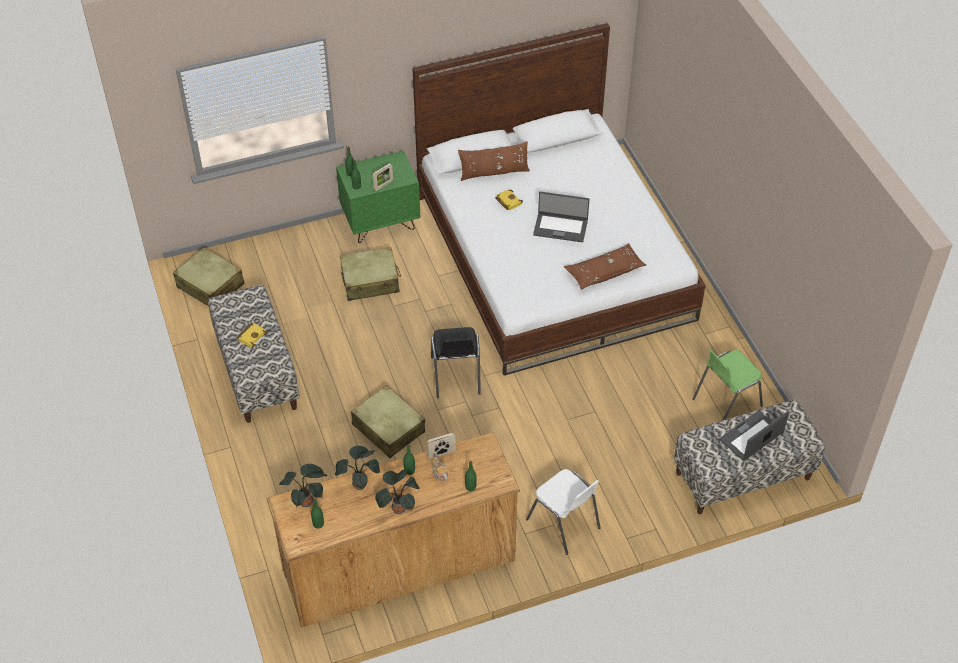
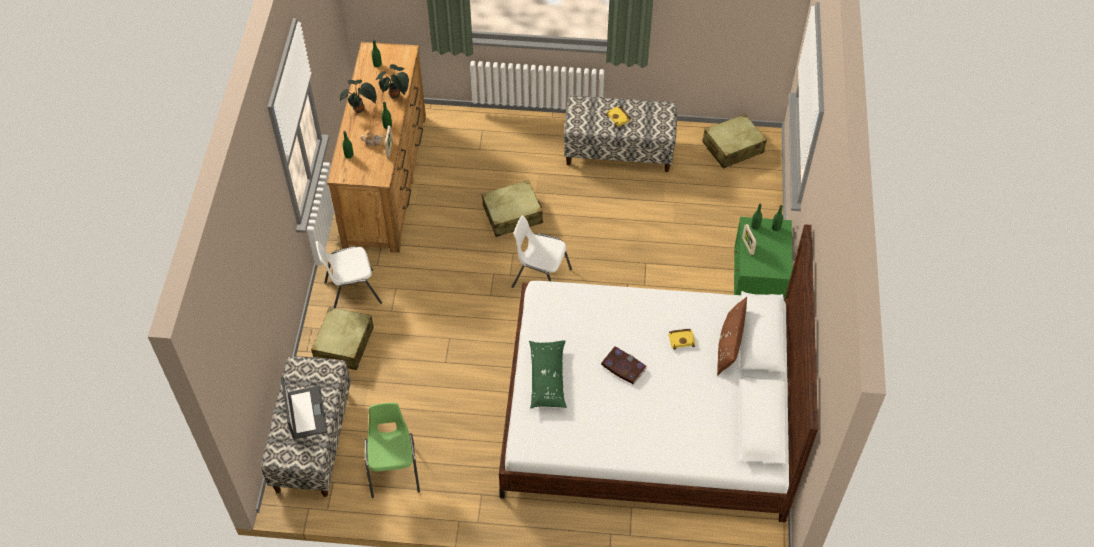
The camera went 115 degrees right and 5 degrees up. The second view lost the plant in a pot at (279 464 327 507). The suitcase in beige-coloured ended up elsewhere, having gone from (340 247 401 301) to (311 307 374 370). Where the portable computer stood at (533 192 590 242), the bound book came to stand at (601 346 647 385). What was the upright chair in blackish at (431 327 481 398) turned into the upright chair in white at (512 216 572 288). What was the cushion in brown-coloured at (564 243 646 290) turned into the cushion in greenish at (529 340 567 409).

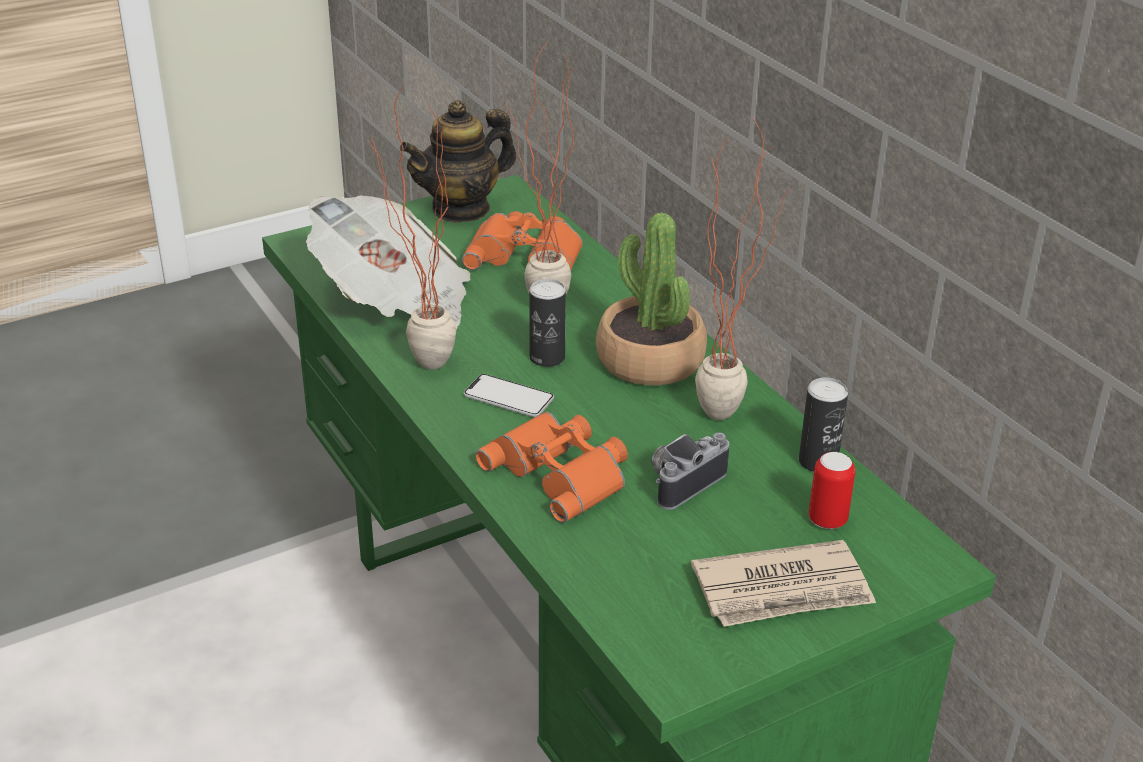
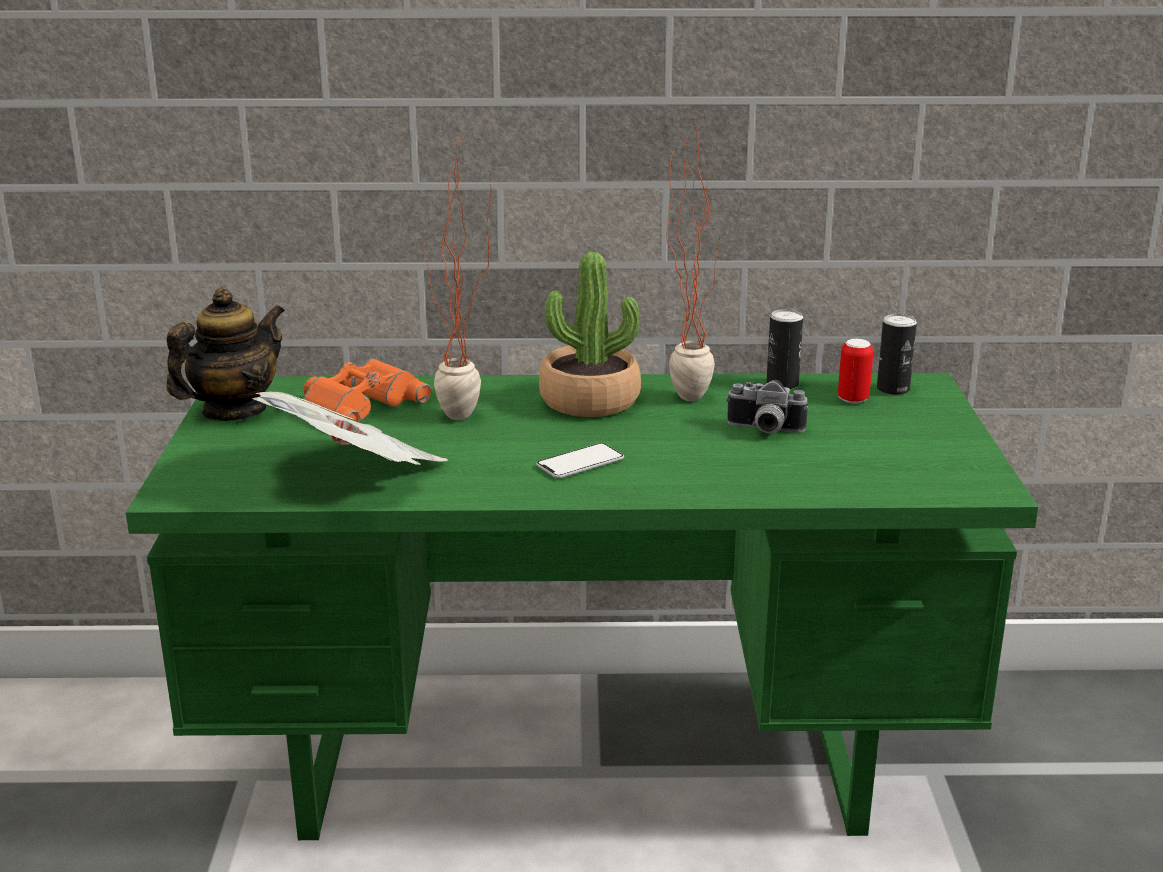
The camera went 60 degrees left and 10 degrees down. The second view lost the plant in a pot at (368 86 456 370). The second view lost the binoculars in orange at (475 412 628 523). The second view lost the daily paper at (691 540 876 627). The can ended up elsewhere, having gone from (529 279 566 367) to (877 314 917 395). The tea pot at (400 100 516 223) ended up facing another way, 135 degrees counterclockwise from before. The photo camera at (652 432 729 510) ended up facing another way, 60 degrees counterclockwise from before.

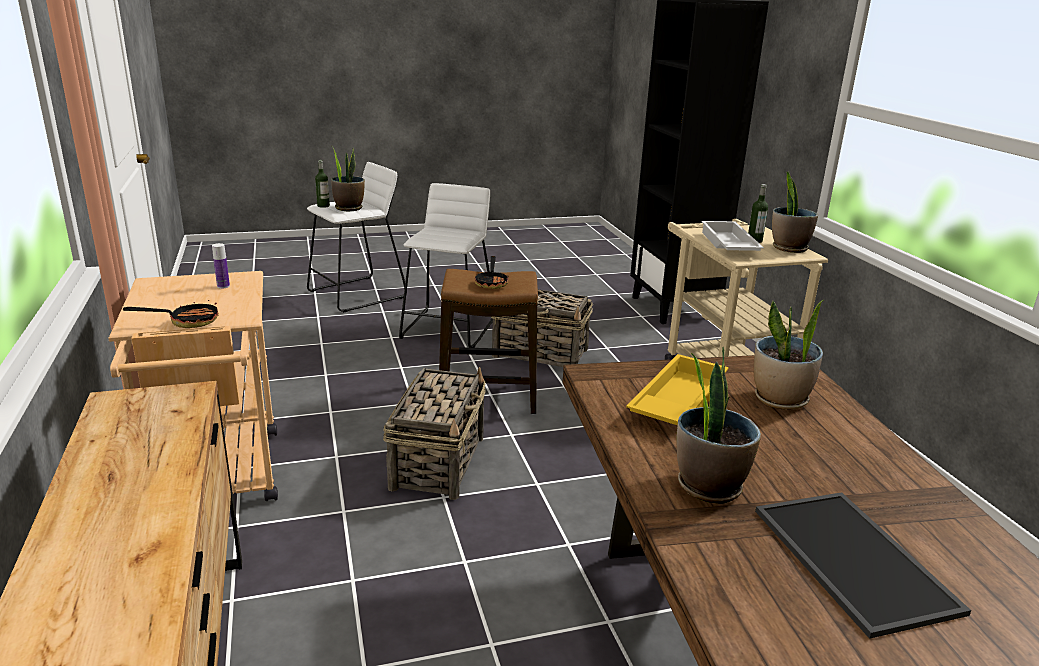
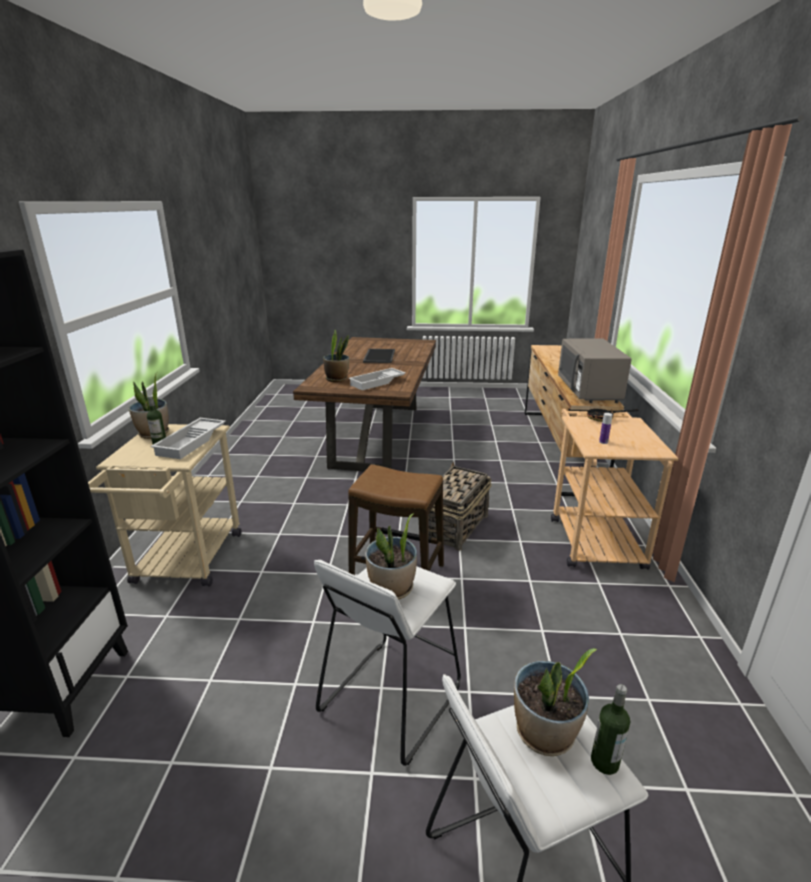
The camera went 160 degrees left and 0 degrees up. The second view lost the frying pan at (475 256 509 289). The second view lost the household basket at (491 289 593 367). The second view gained the microwave oven in grey at (558 339 632 403). The plant in a pot ended up elsewhere, having gone from (676 347 761 504) to (365 514 417 599). What was the carrying tray in yellowish at (626 354 729 425) turned into the carrying tray in white at (348 368 405 390).

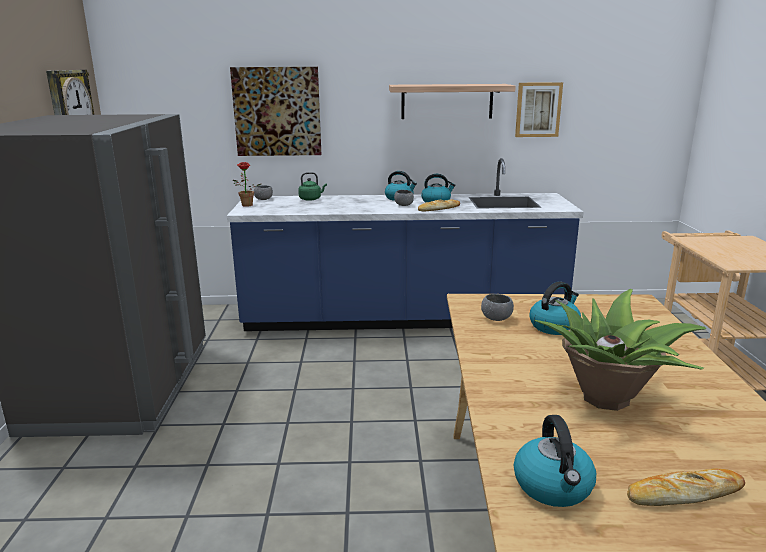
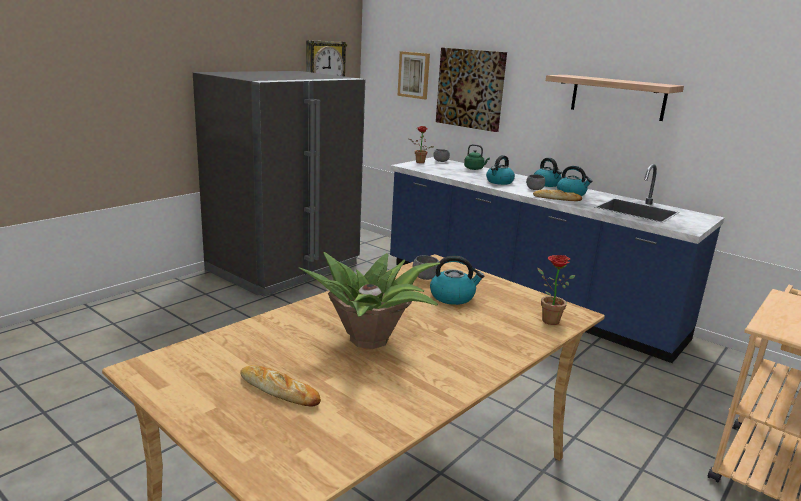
The camera went 40 degrees right and 0 degrees up. The second view gained the plant in a pot at (537 255 575 325). The kettle ended up elsewhere, having gone from (514 415 596 507) to (486 155 515 185). The wall art ended up elsewhere, having gone from (515 82 563 137) to (397 51 430 99).

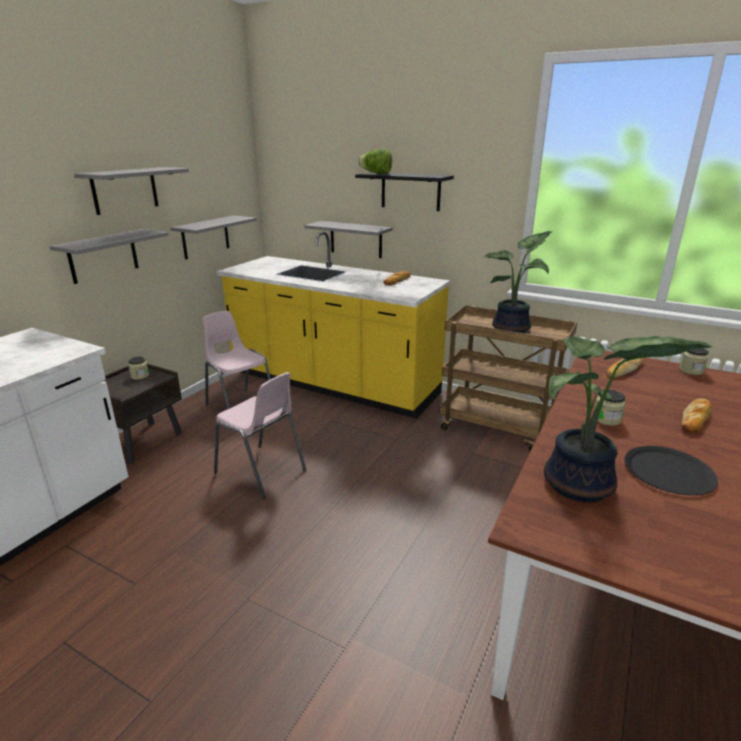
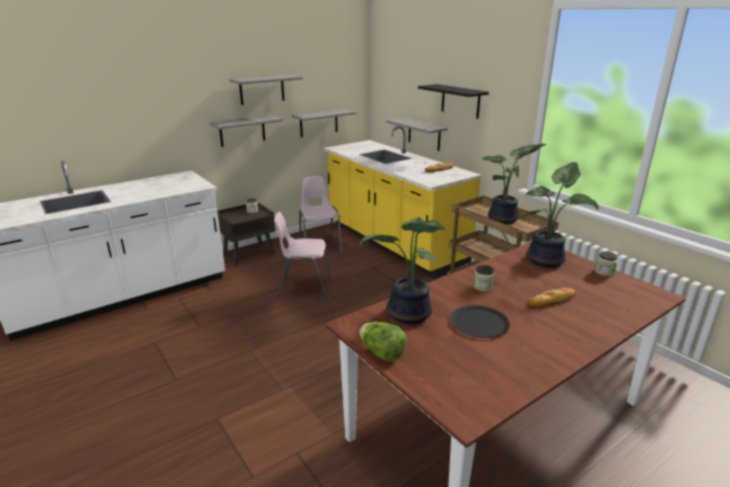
The camera went 25 degrees right and 0 degrees up. The head of lettuce ended up elsewhere, having gone from (358 148 392 174) to (359 322 407 362). Where the baked bread stood at (607 358 644 378), the plant in a pot came to stand at (522 162 599 268). The upright chair in pinkish at (214 372 306 499) ended up facing another way, 120 degrees clockwise from before.

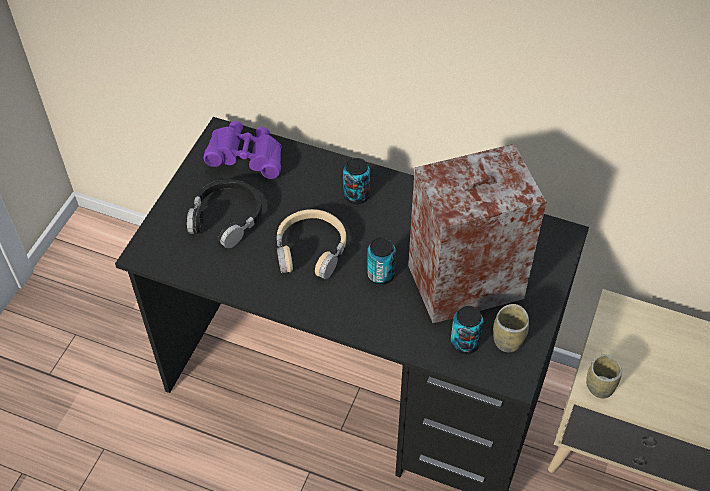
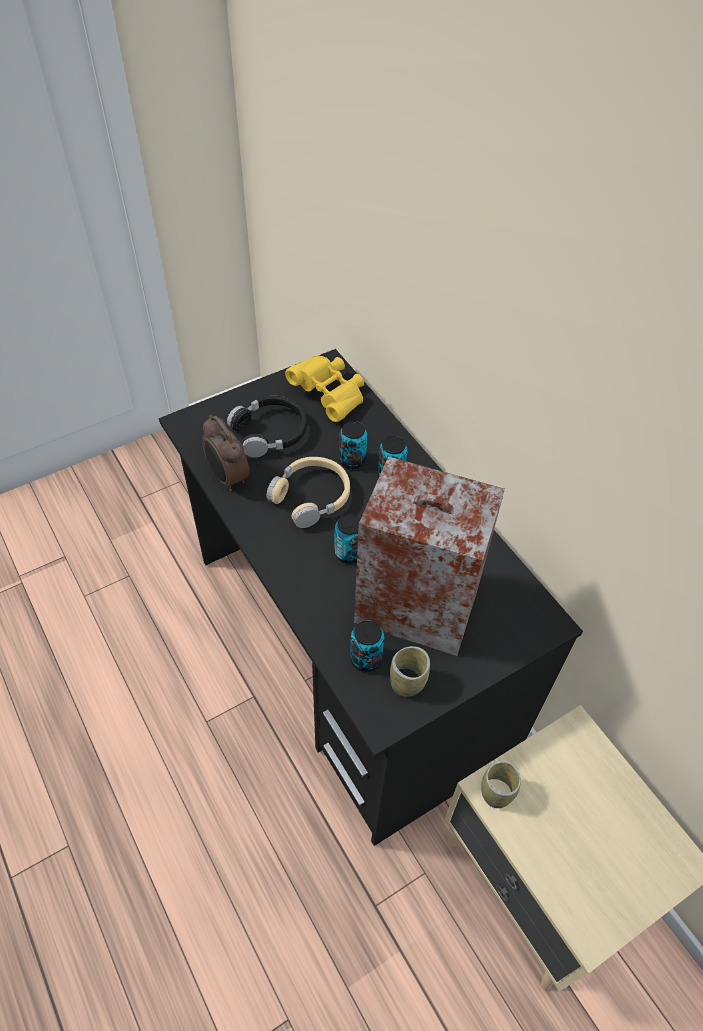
The camera went 35 degrees right and 0 degrees up. The second view gained the alarm clock at (202 415 250 491). The second view gained the can at (339 421 367 469). What was the binoculars in purple-coloured at (204 121 282 179) turned into the binoculars in yellowish at (285 355 364 422).

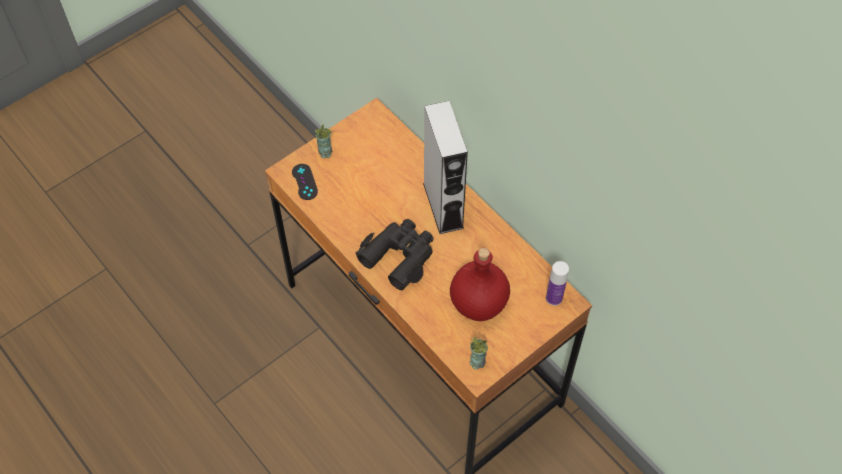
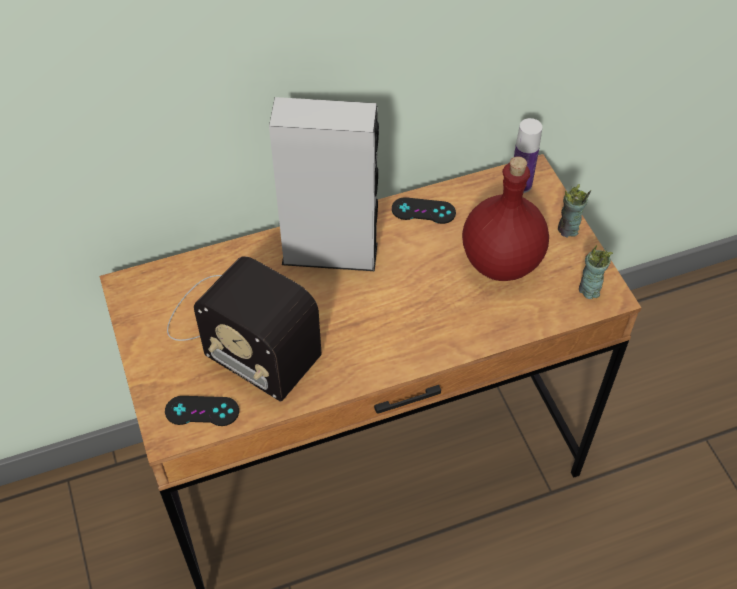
The camera went 70 degrees left and 5 degrees down. The second view lost the binoculars in blackish at (355 219 434 290). The second view gained the radio at (167 256 322 402). The second view gained the joypad in blackish at (392 197 456 224). The small cup ended up elsewhere, having gone from (315 125 333 158) to (558 184 591 237).

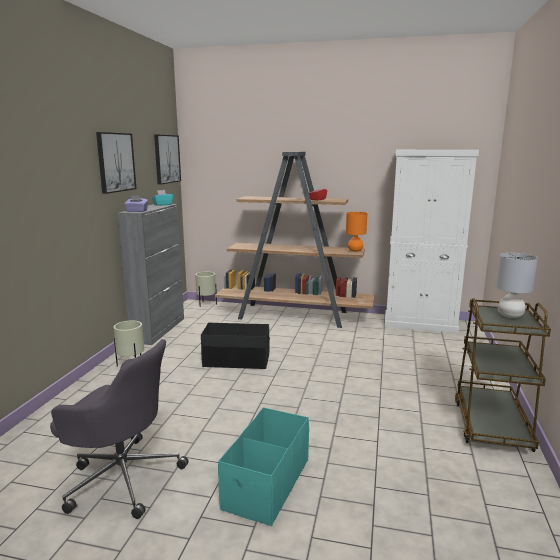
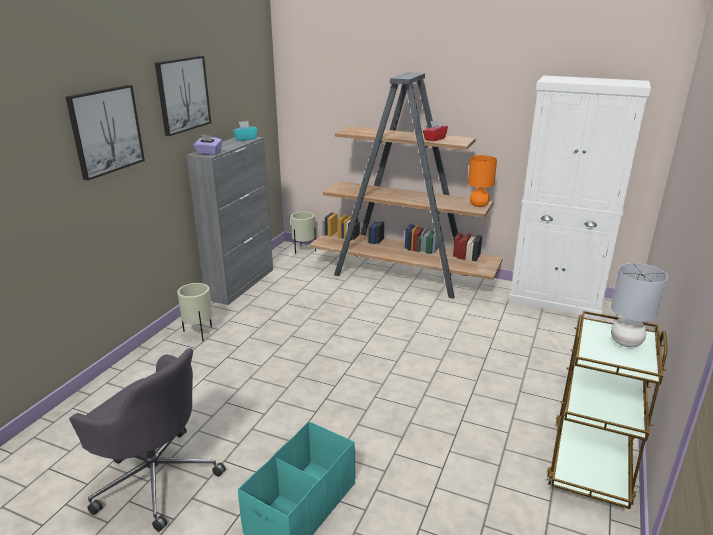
The camera went 10 degrees right and 10 degrees up. The second view lost the storage bin in blackish at (201 323 270 369). The wall art ended up elsewhere, having gone from (154 134 181 185) to (66 85 145 181).

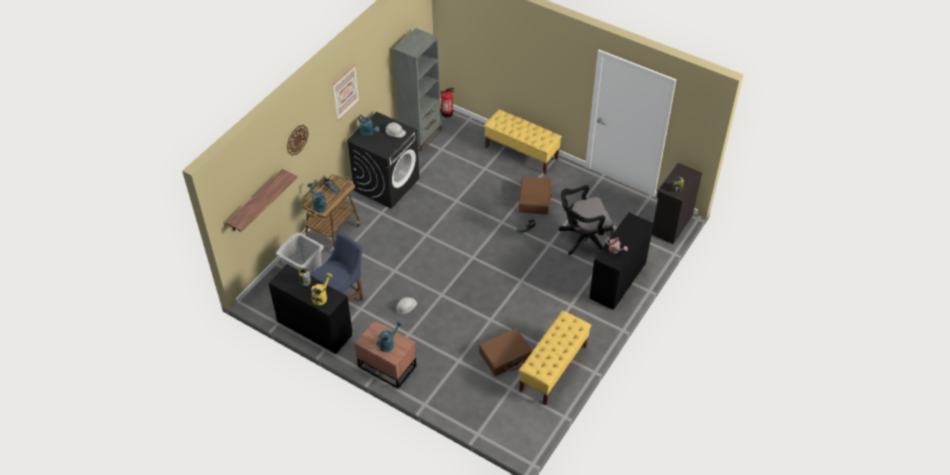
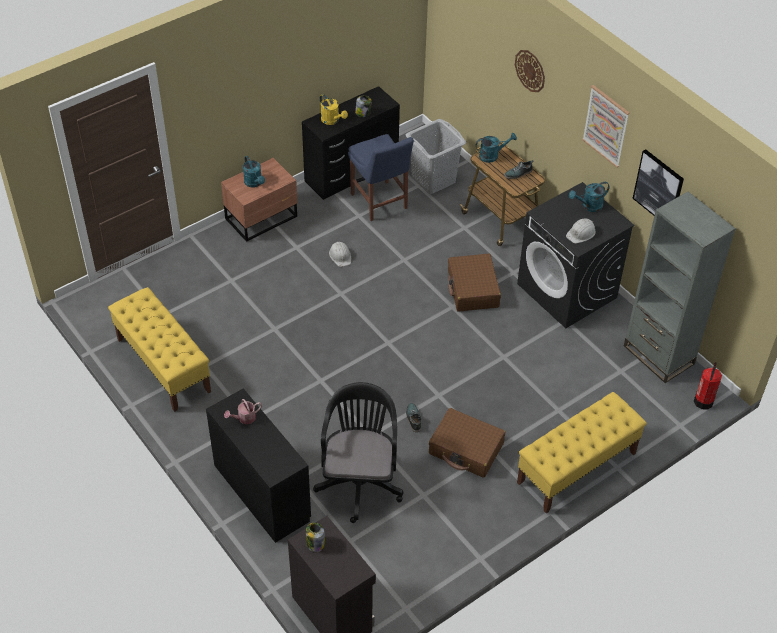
The camera went 110 degrees right and 0 degrees up. The second view lost the bracket shelf at (226 169 298 232). The second view gained the wall art at (632 149 684 216). The suitcase in brown-coloured ended up elsewhere, having gone from (479 328 532 376) to (448 254 501 312).

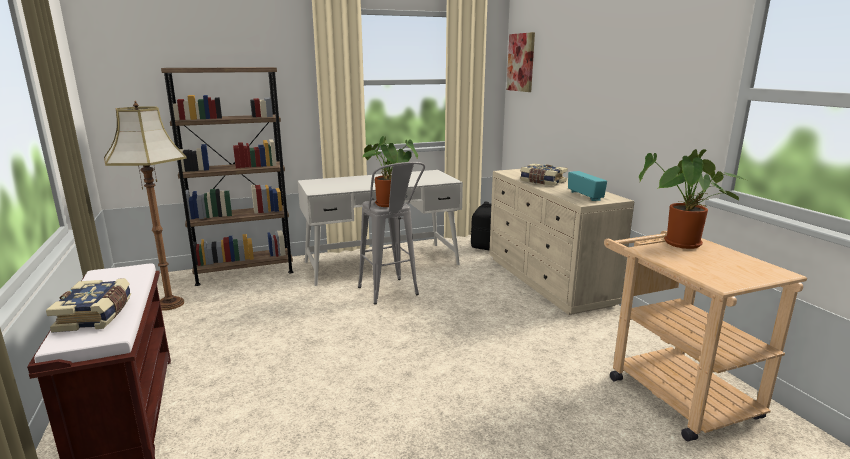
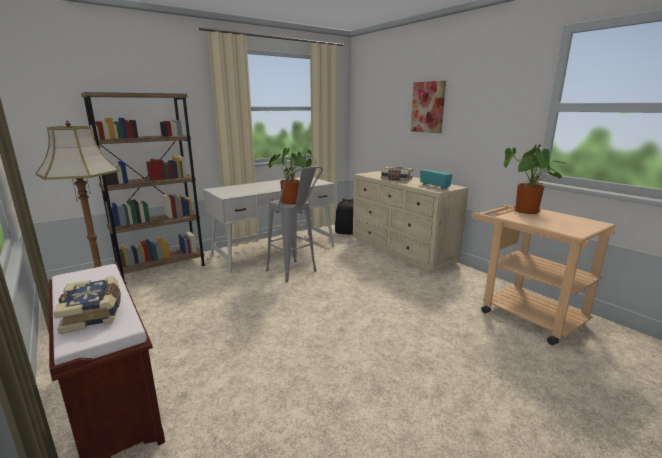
The camera went 15 degrees left and 0 degrees up. The wall art ended up elsewhere, having gone from (507 32 535 92) to (411 81 446 133).

